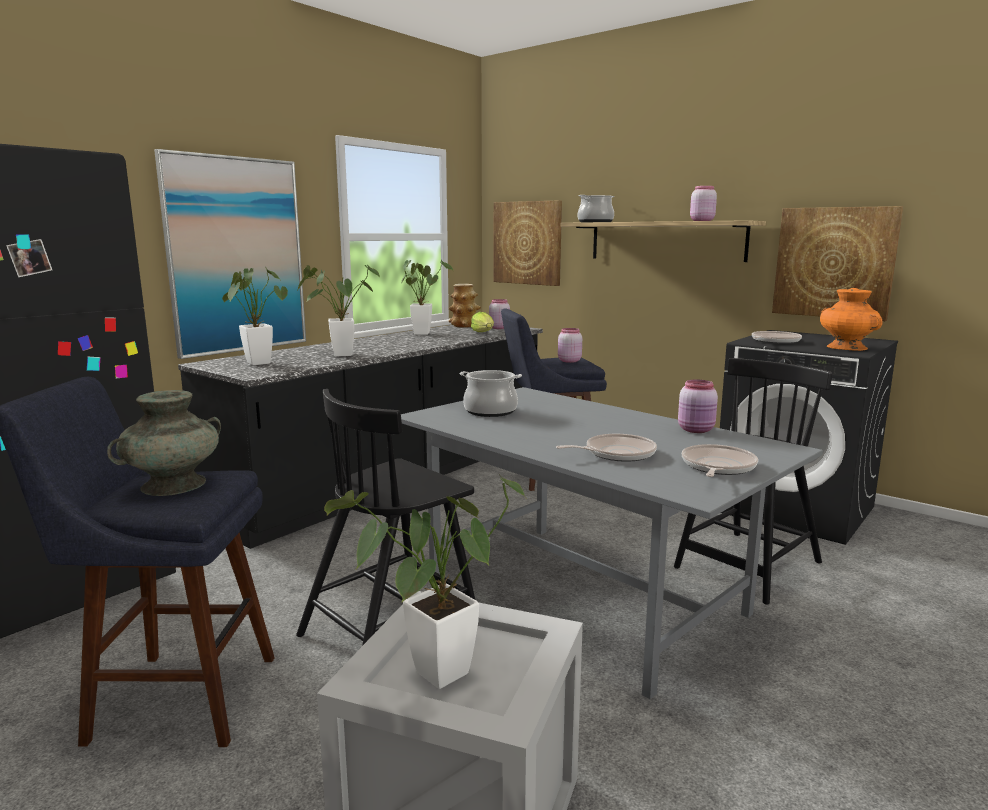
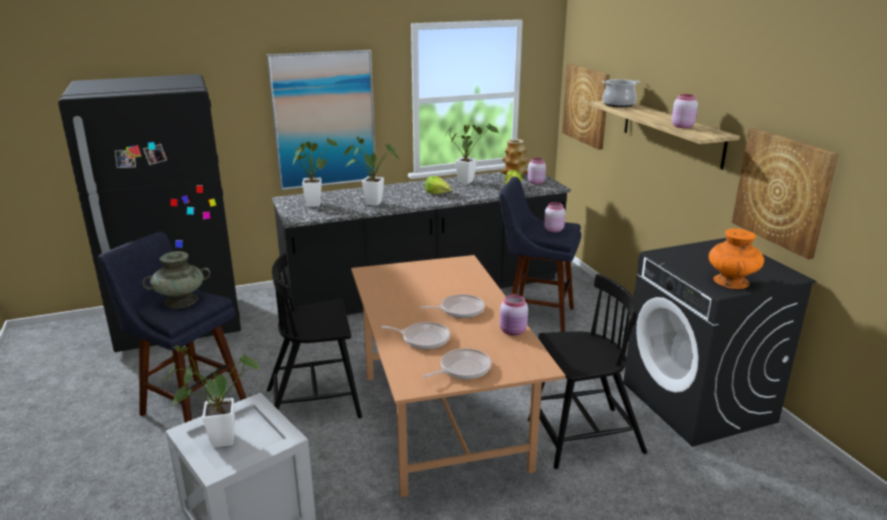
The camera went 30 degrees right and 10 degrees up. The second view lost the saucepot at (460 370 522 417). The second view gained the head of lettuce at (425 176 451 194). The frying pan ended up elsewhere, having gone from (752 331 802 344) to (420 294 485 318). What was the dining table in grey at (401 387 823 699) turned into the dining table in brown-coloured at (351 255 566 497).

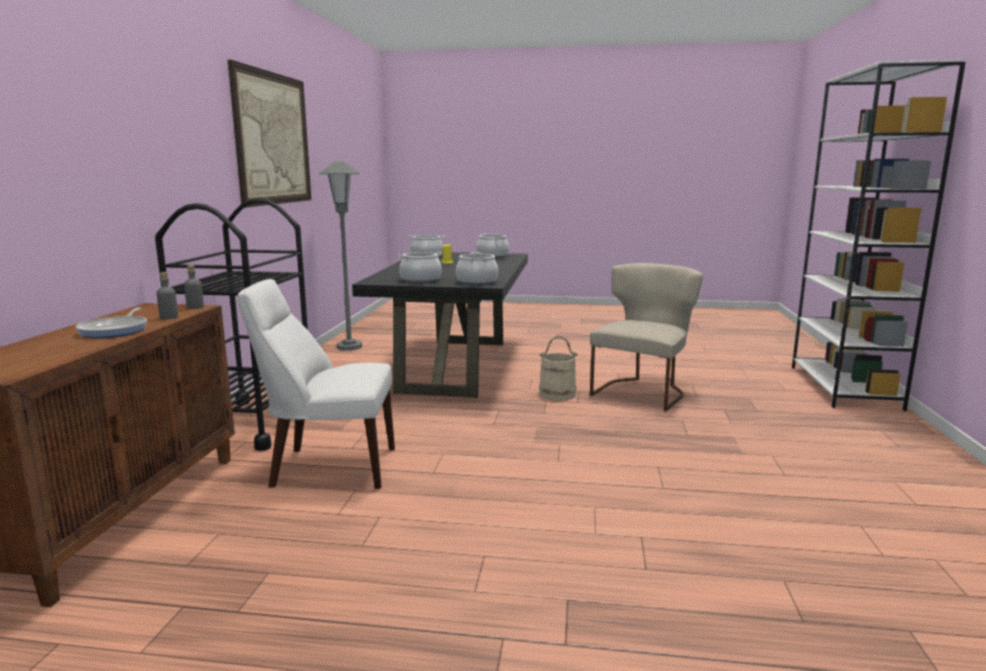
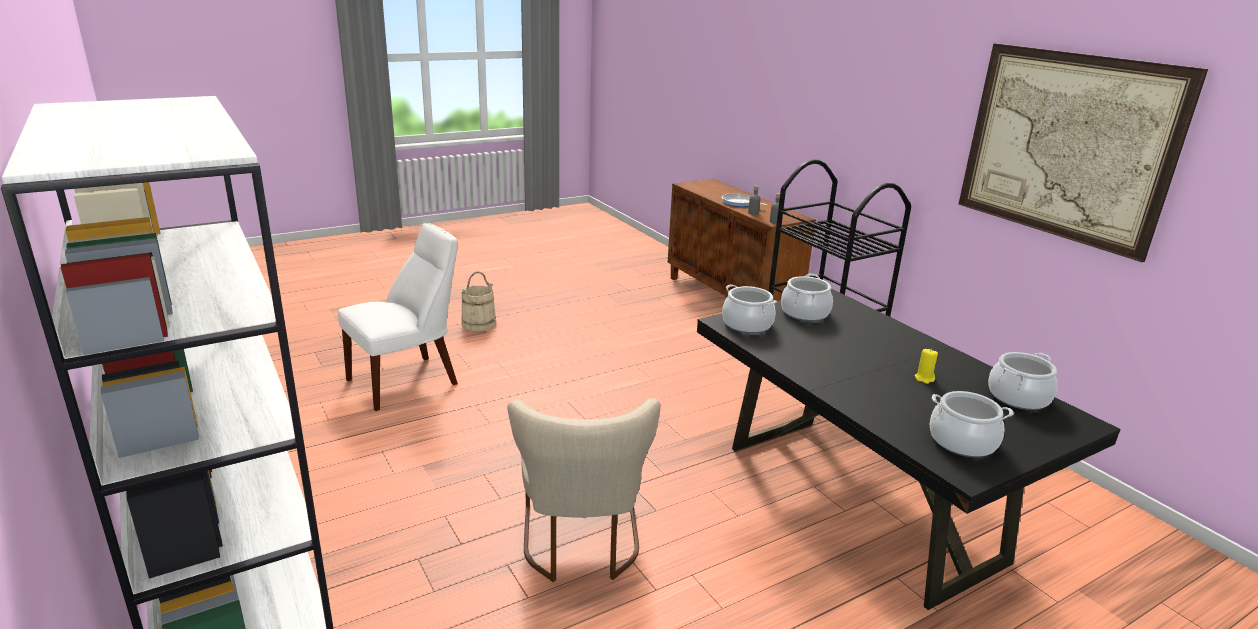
The camera went 140 degrees right and 10 degrees up. The second view lost the floor lamp in grey at (319 161 362 351). The upright chair in white ended up elsewhere, having gone from (237 279 395 489) to (338 223 458 411). The bucket in beige-coloured ended up elsewhere, having gone from (539 336 578 401) to (461 271 496 331).

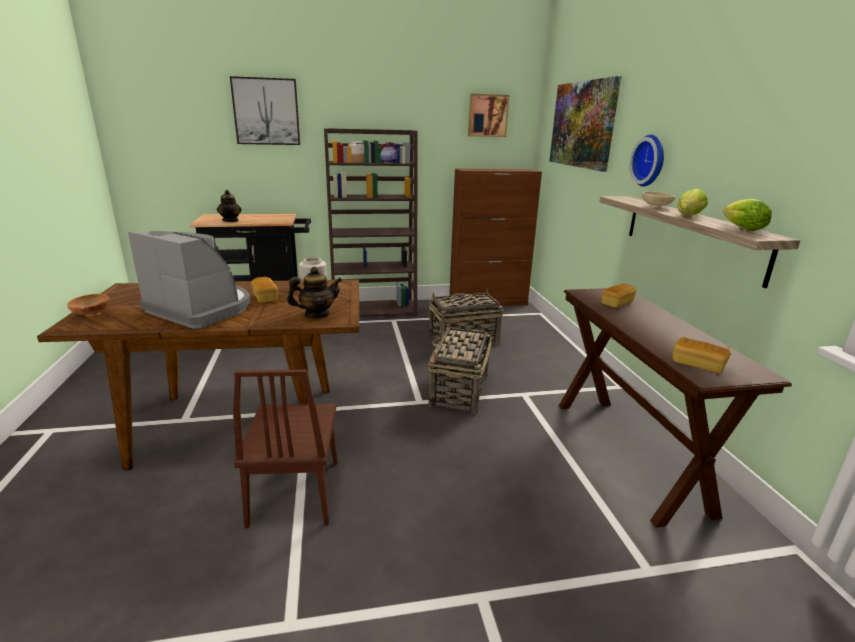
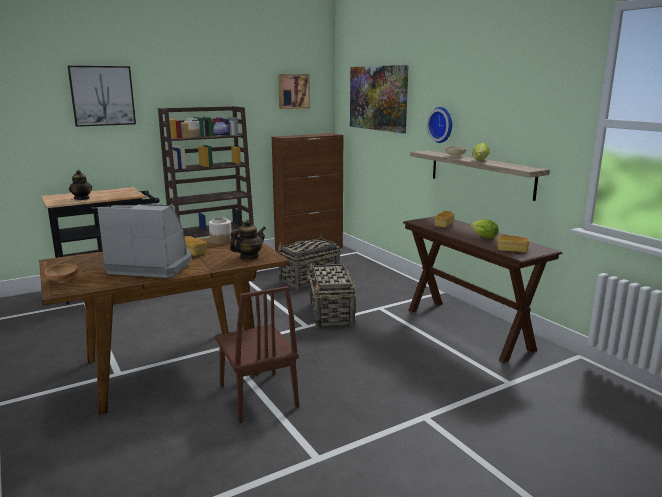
The camera went 20 degrees left and 5 degrees down. The head of lettuce ended up elsewhere, having gone from (723 199 772 231) to (471 219 498 239).

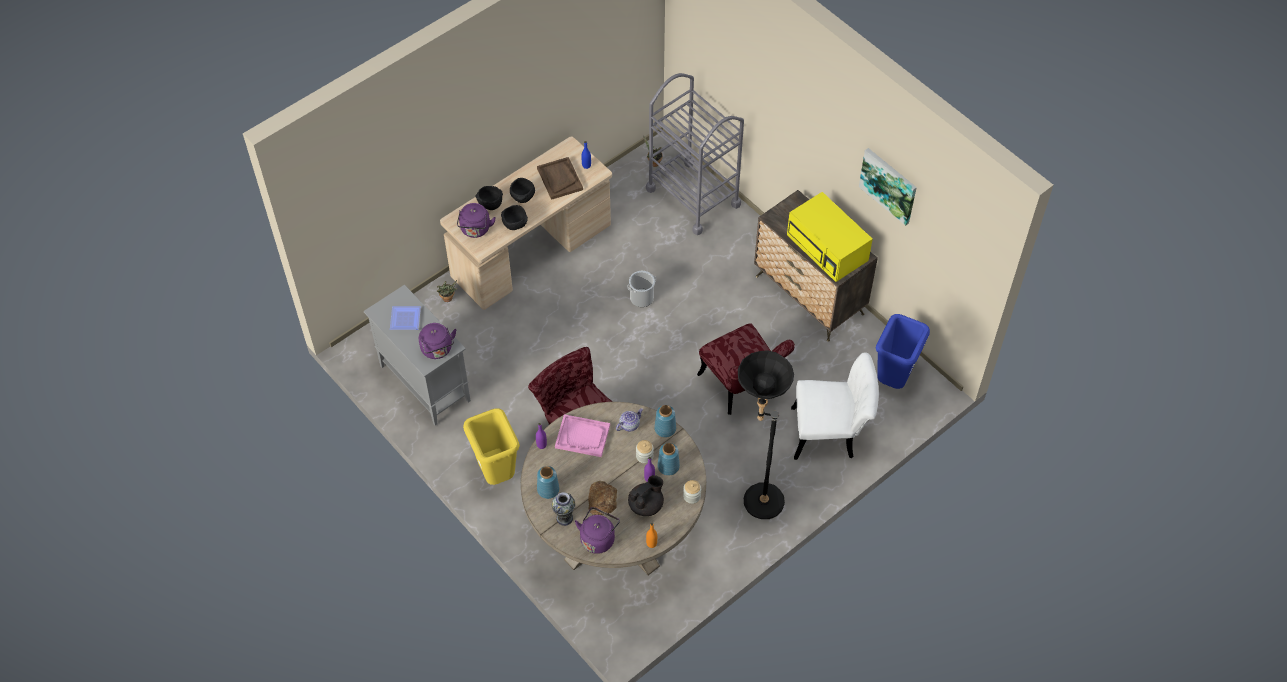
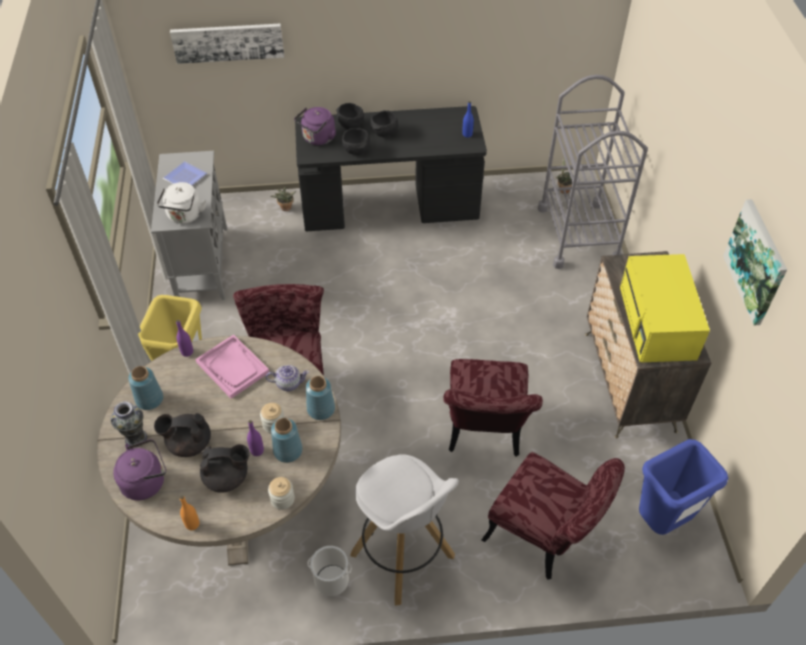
The camera went 35 degrees right and 5 degrees down. The second view lost the carrying tray in brown-coloured at (537 157 583 200). The second view gained the wall art at (170 23 284 64). The bucket ended up elsewhere, having gone from (627 271 656 307) to (308 546 352 596). Where the baked bread stood at (588 481 617 515), the tea pot in blackish came to stand at (154 413 211 457). Where the floor lamp in blackish stood at (738 350 794 519), the sitting stool in white came to stand at (350 454 459 606). What was the kettle in purple-coloured at (419 323 456 359) turned into the kettle in white at (157 182 206 224). What was the desk unit in beige-coloured at (440 136 612 310) turned into the desk unit in blackish at (295 106 487 231). What was the upright chair in white at (791 352 879 460) turned into the upright chair in red-coloured at (482 452 625 580).

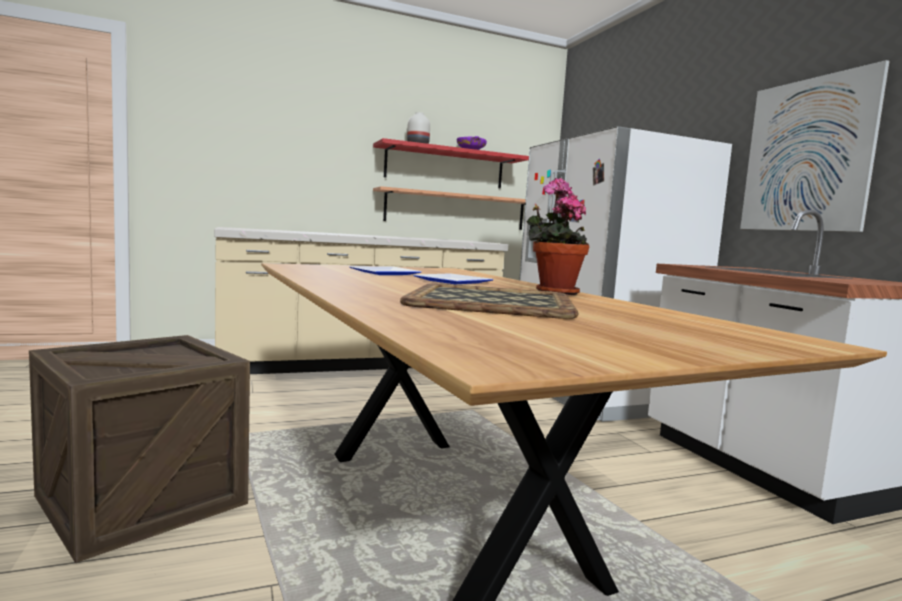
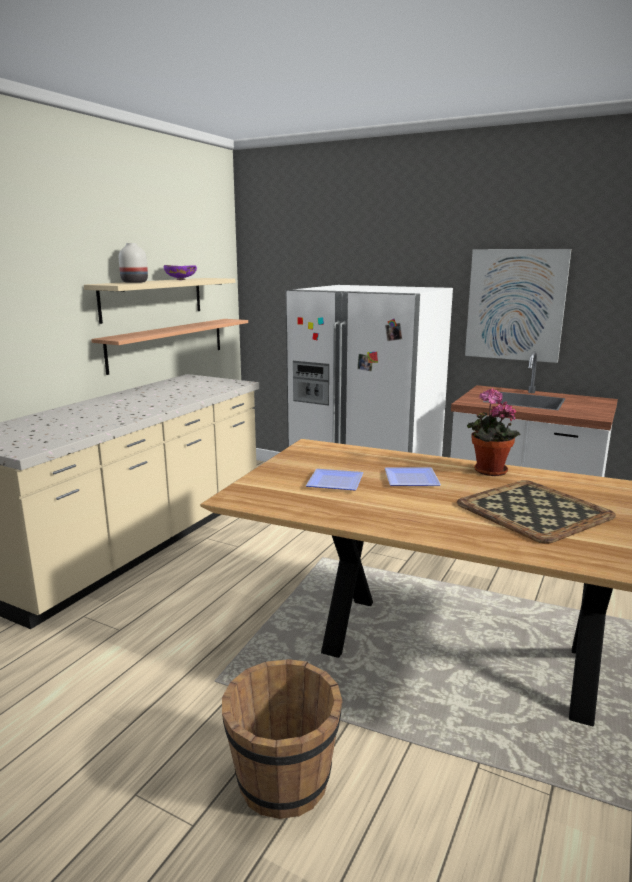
The camera went 40 degrees left and 10 degrees up. Where the packing crate stood at (29 335 250 563), the bucket in brown-coloured came to stand at (222 659 342 819). What was the bracket shelf in red-coloured at (373 138 529 188) turned into the bracket shelf in beige-coloured at (84 278 235 324).

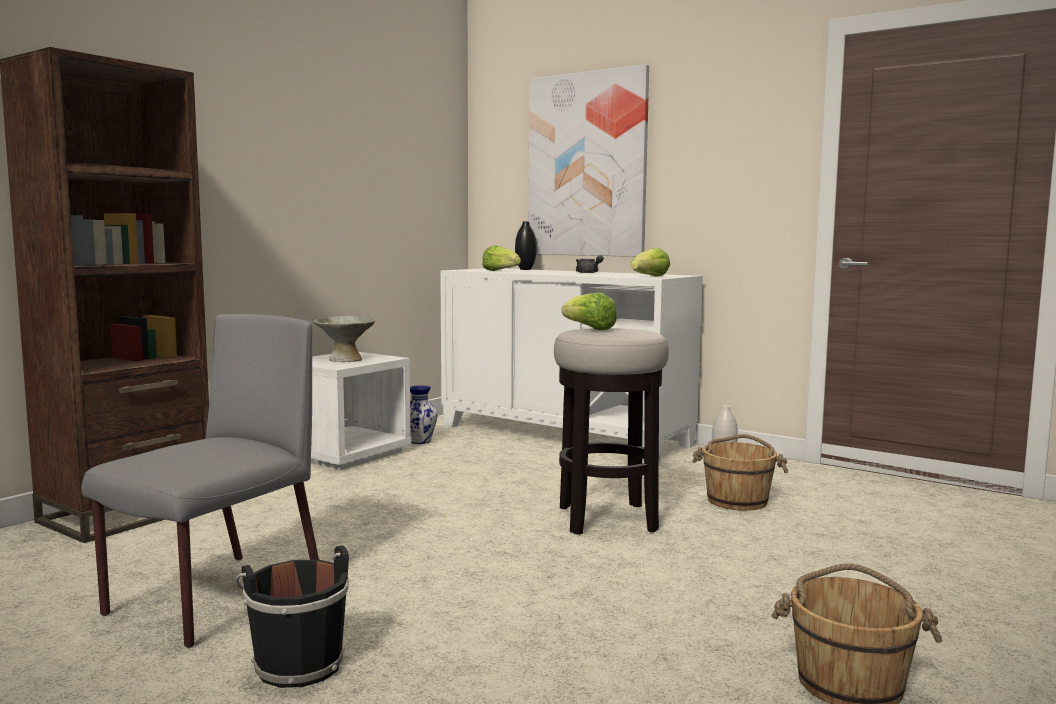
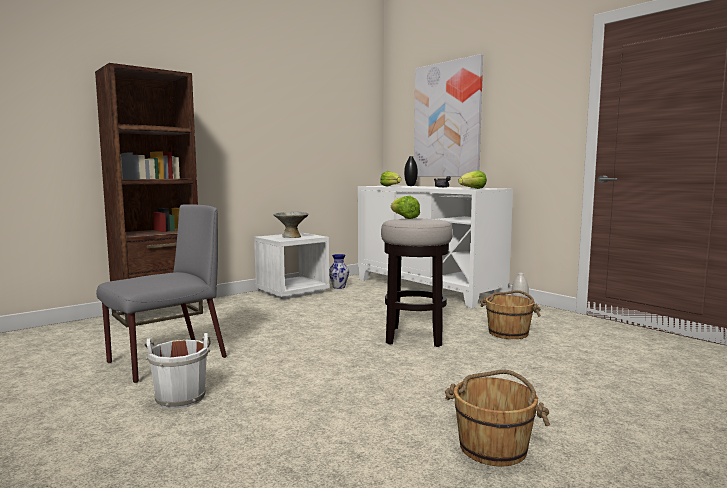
The camera went 15 degrees right and 0 degrees up. What was the bucket in blackish at (236 546 349 688) turned into the bucket in white at (145 333 211 409).

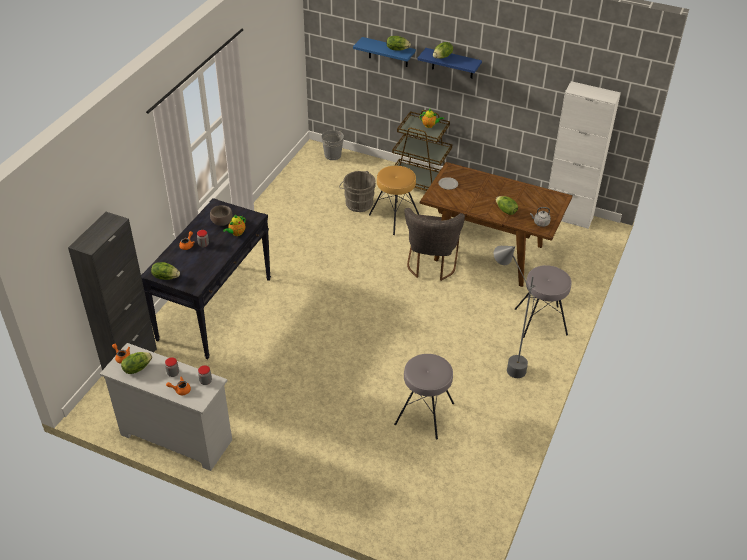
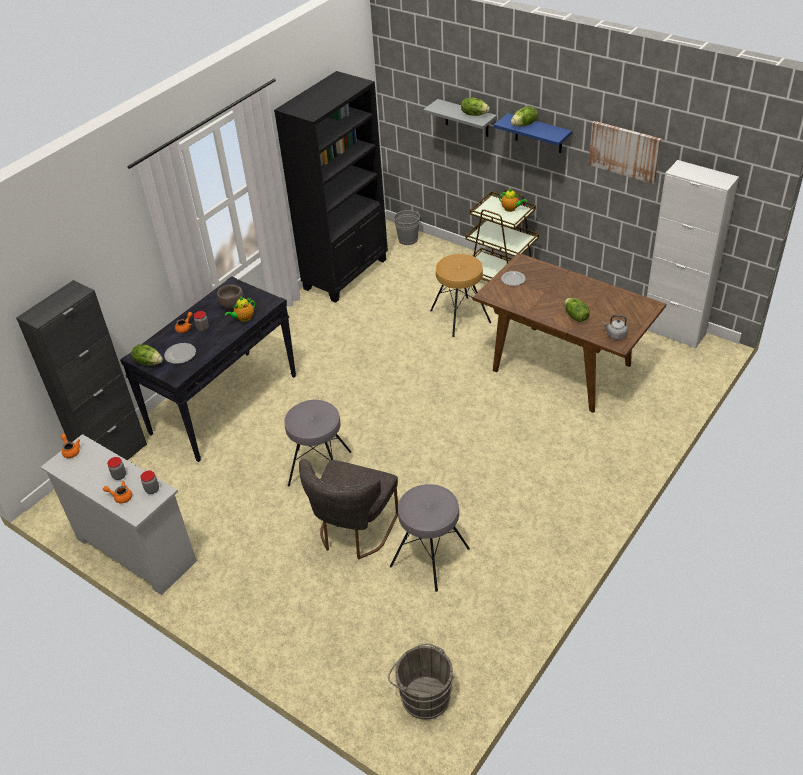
The camera went 15 degrees right and 0 degrees up. The second view lost the head of lettuce at (121 352 152 374). The second view lost the floor lamp in grey at (494 246 536 378). The second view gained the flat dish at (164 343 196 364). The second view gained the bookshelf in blackish at (274 71 388 303). The second view gained the wall art at (589 121 661 184). The bucket in grey ended up elsewhere, having gone from (339 171 376 212) to (388 644 454 720). The upright chair in grey ended up elsewhere, having gone from (404 208 465 281) to (299 459 398 559). The sitting stool in grey ended up elsewhere, having gone from (515 265 572 338) to (284 400 351 487). What was the bracket shelf in blue at (353 37 416 67) turned into the bracket shelf in grey at (423 99 497 137).

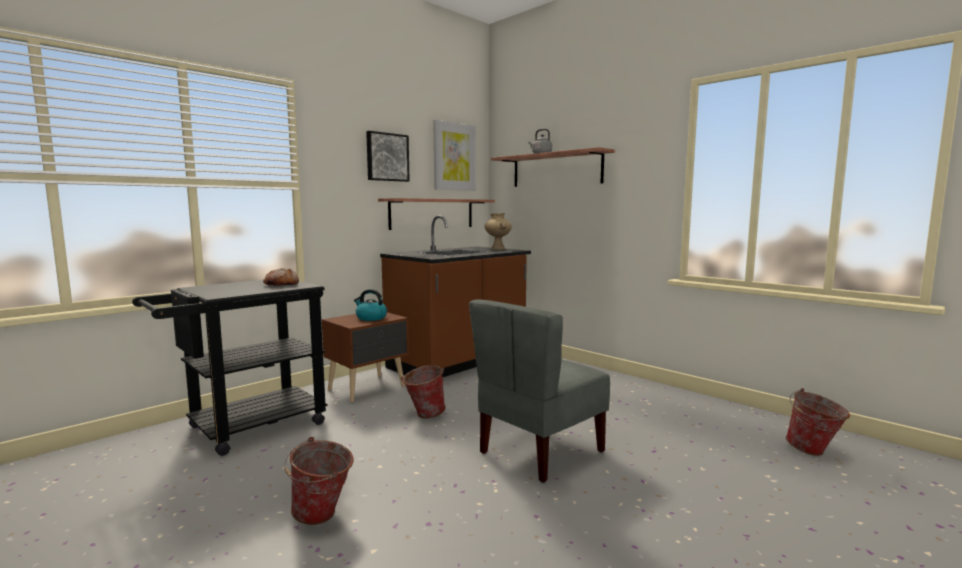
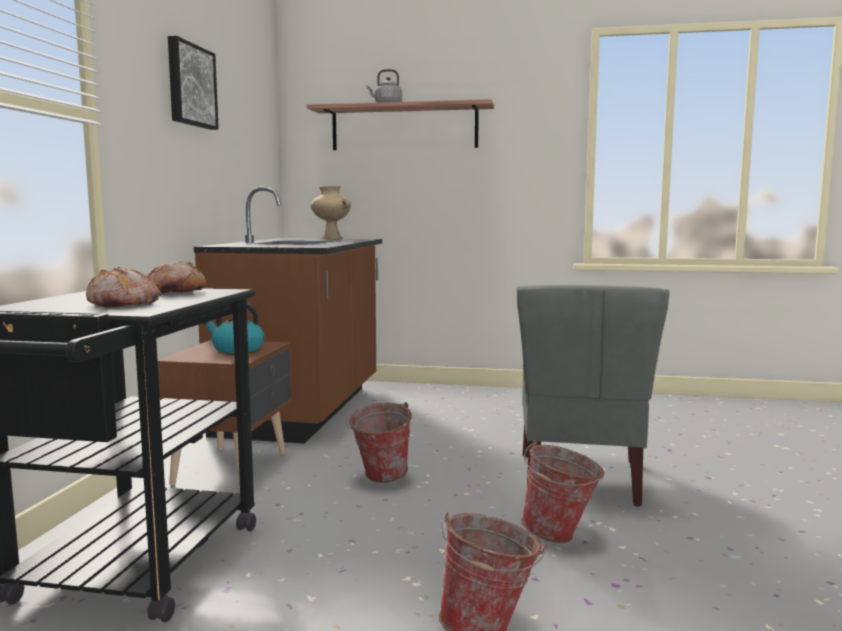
The camera went 35 degrees left and 0 degrees up. The second view lost the bracket shelf at (378 198 495 230). The second view lost the wall art at (433 120 476 191). The second view gained the baked bread at (86 267 161 308). The bucket ended up elsewhere, having gone from (786 388 850 456) to (521 440 604 543).

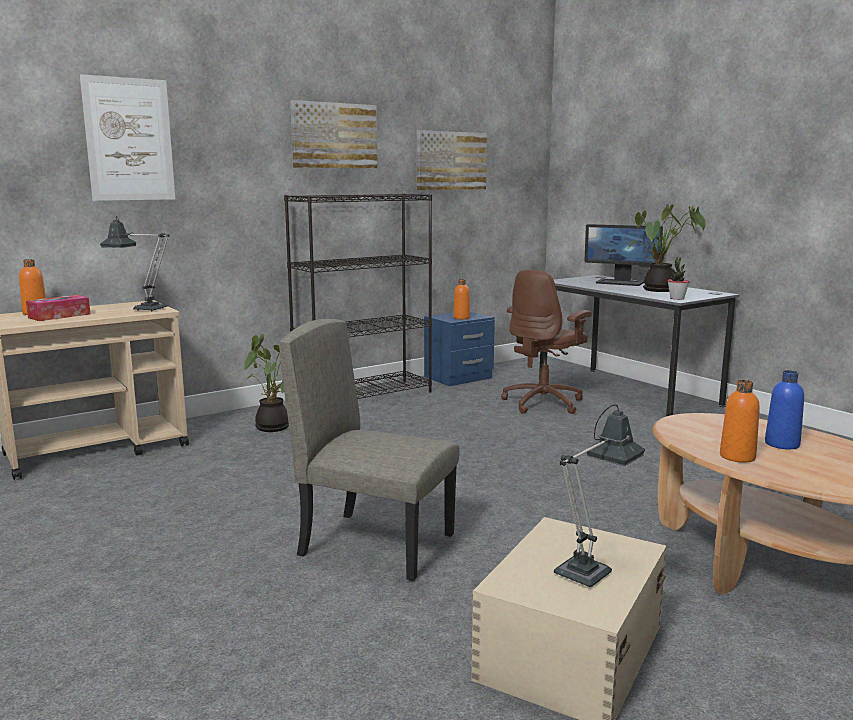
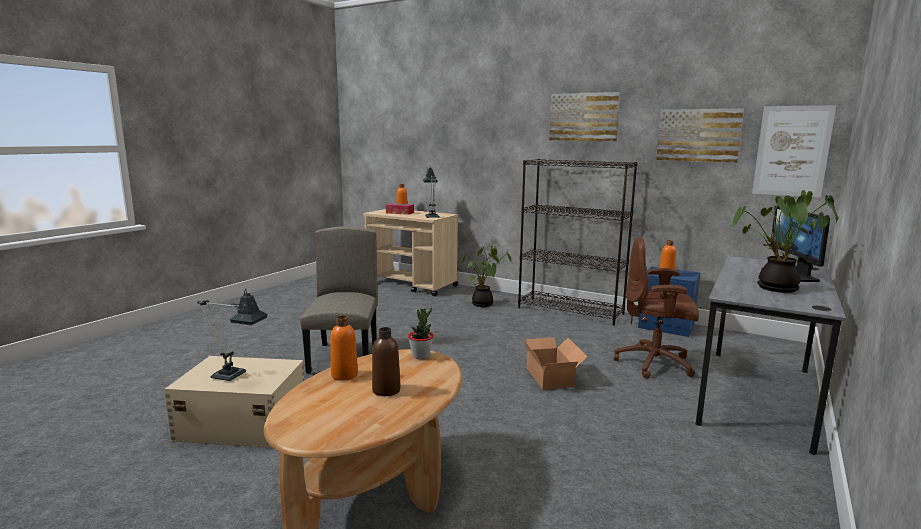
The camera went 65 degrees right and 0 degrees up. The second view gained the cardboard box at (522 338 588 390). The wall art ended up elsewhere, having gone from (80 74 175 201) to (752 105 836 197). The plant in a pot ended up elsewhere, having gone from (668 257 690 300) to (408 307 434 359). What was the bottle in blue at (765 370 804 449) turned into the bottle in brown-coloured at (372 327 401 396).

